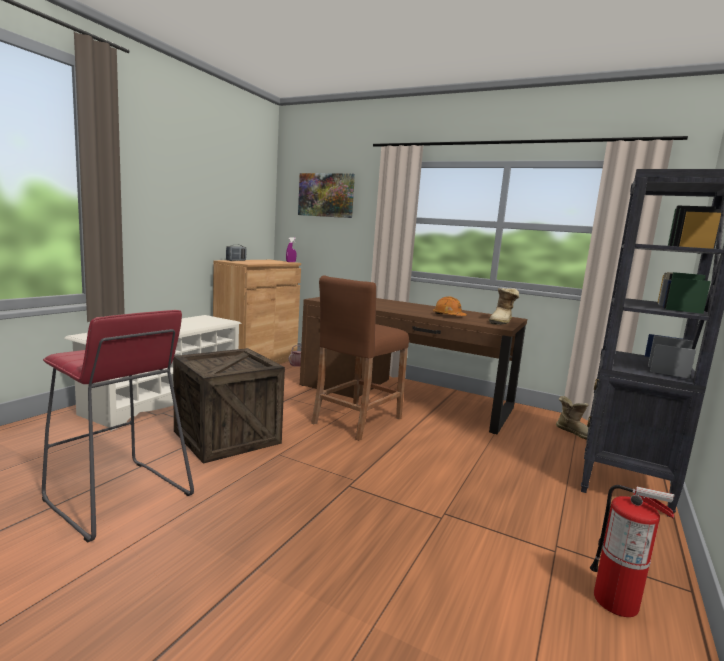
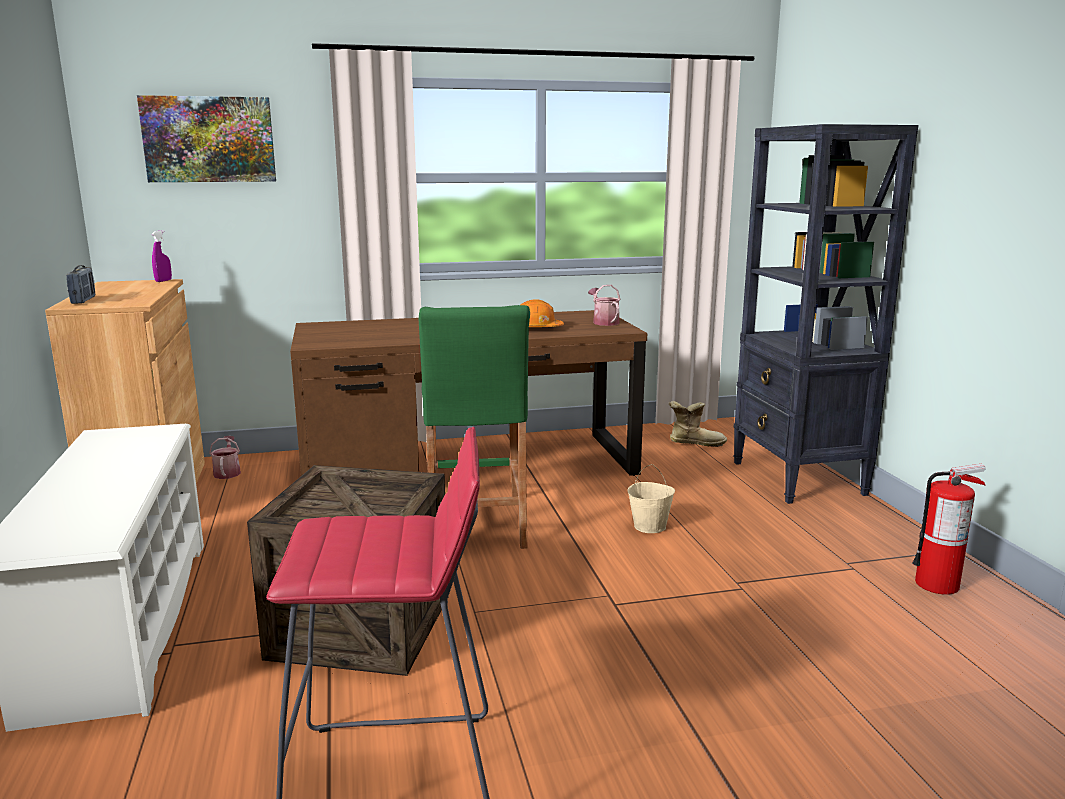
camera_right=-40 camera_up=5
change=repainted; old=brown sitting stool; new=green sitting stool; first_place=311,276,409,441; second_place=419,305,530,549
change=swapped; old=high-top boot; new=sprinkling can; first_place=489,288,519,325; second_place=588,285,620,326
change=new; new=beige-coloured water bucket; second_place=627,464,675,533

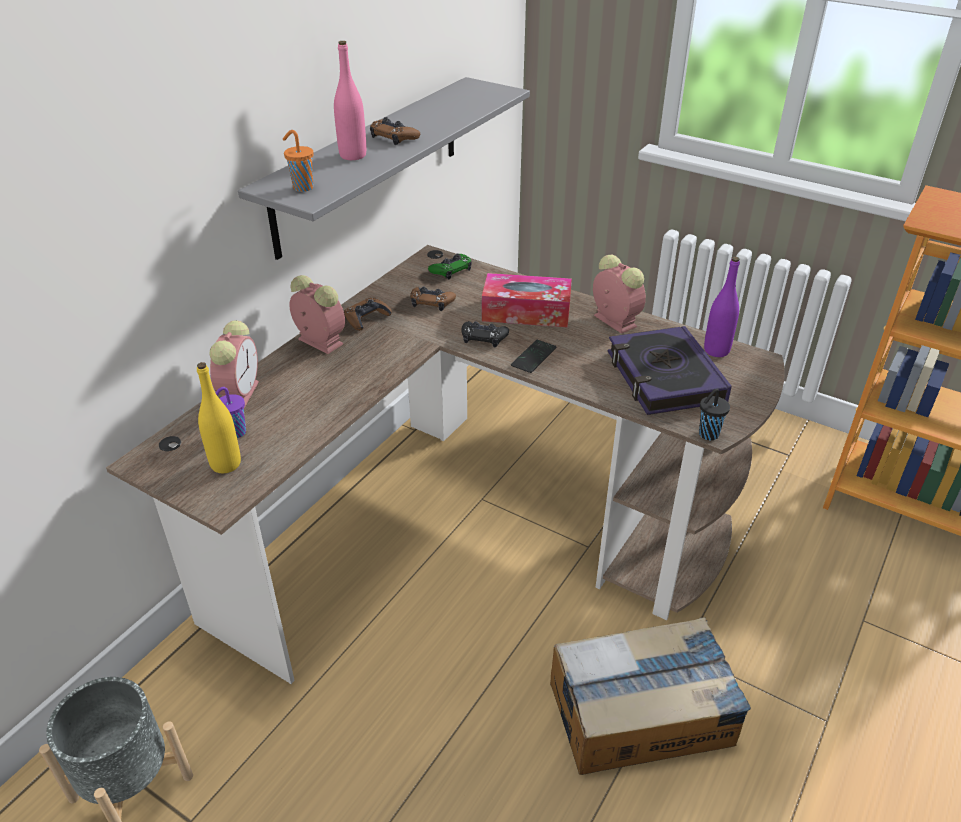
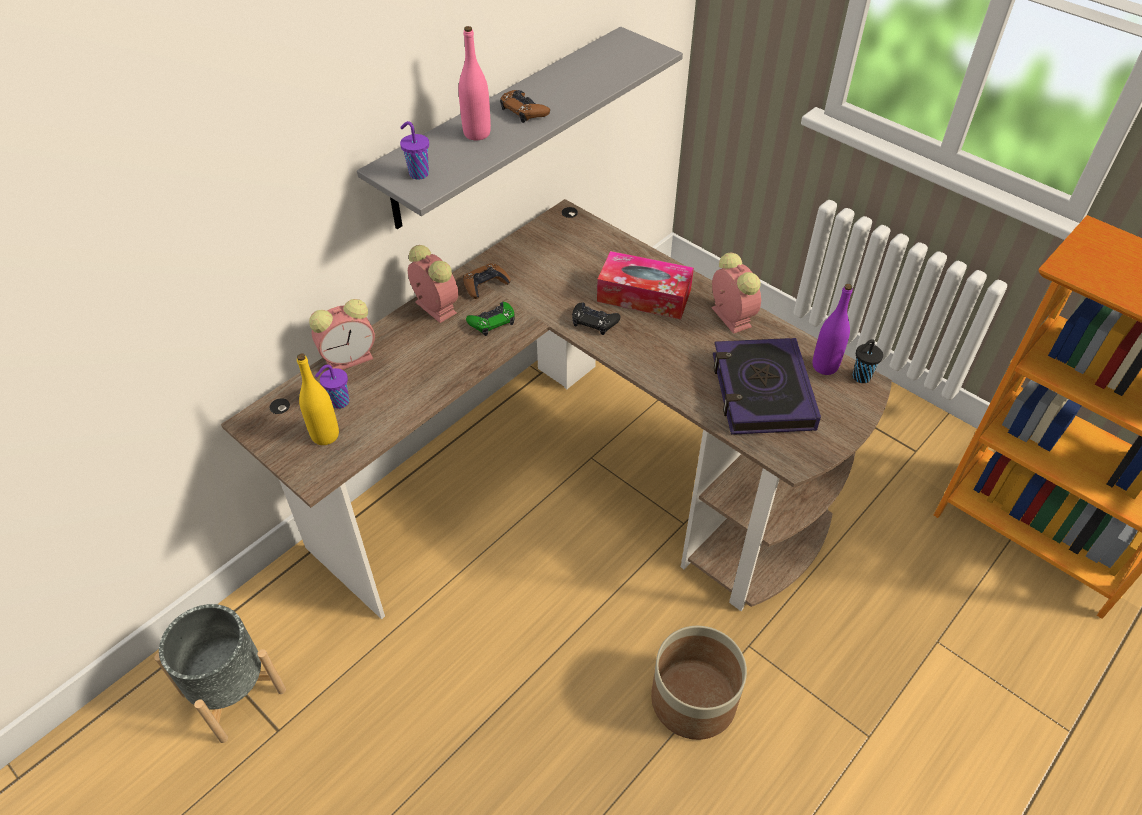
camera_right=10 camera_up=10
change=rotated; old=alarm clock; first_place=210,320,259,408; second_place=309,299,375,370; degrees=45
change=repainted; old=orangey small cup; new=purplish small cup; first_place=283,130,314,192; second_place=400,121,429,180
change=gone; old=brown game controller; first_place=410,287,456,311
change=shifted; old=green game controller; first_place=428,254,472,279; second_place=466,302,515,336
change=gone; old=handset; first_place=511,340,557,373
change=swapped; old=packing box; new=planter; first_place=550,617,751,775; second_place=651,626,747,740
change=shifted; old=black small cup; first_place=699,388,730,441; second_place=853,339,883,383

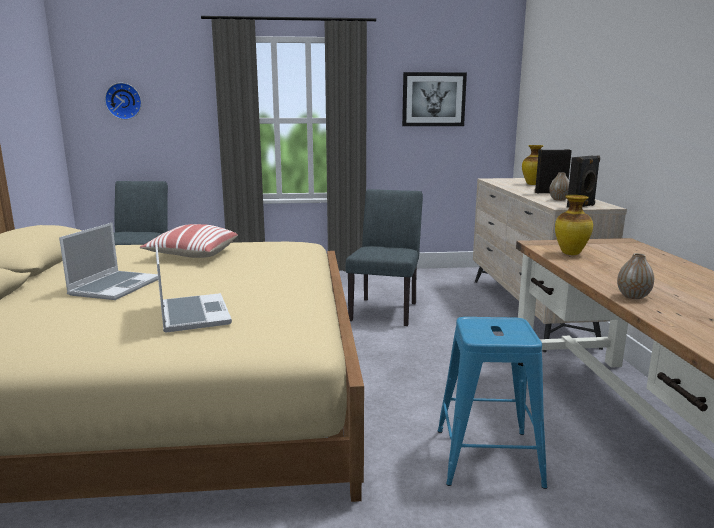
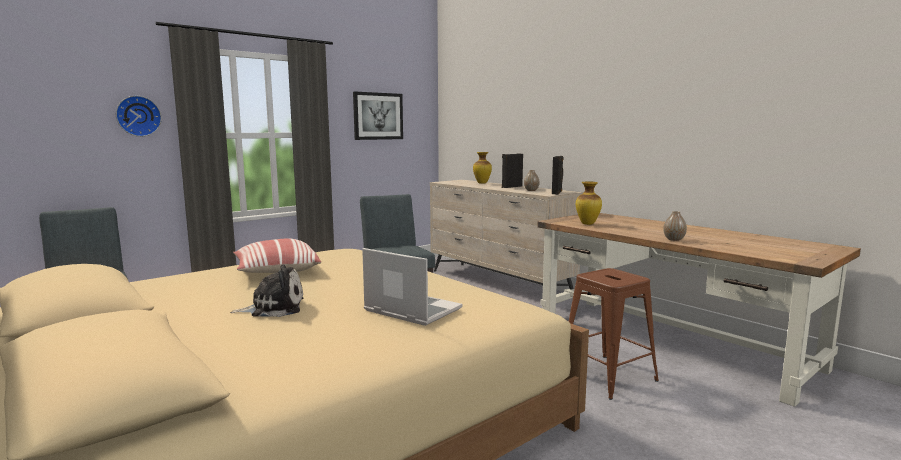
camera_right=-35 camera_up=-5
change=swapped; old=laptop; new=cuddly toy; first_place=59,223,158,300; second_place=230,264,303,317
change=shifted; old=wall clock; first_place=105,83,142,120; second_place=116,96,162,137
change=repainted; old=bluish sitting stool; new=brown sitting stool; first_place=438,317,547,489; second_place=568,268,659,400

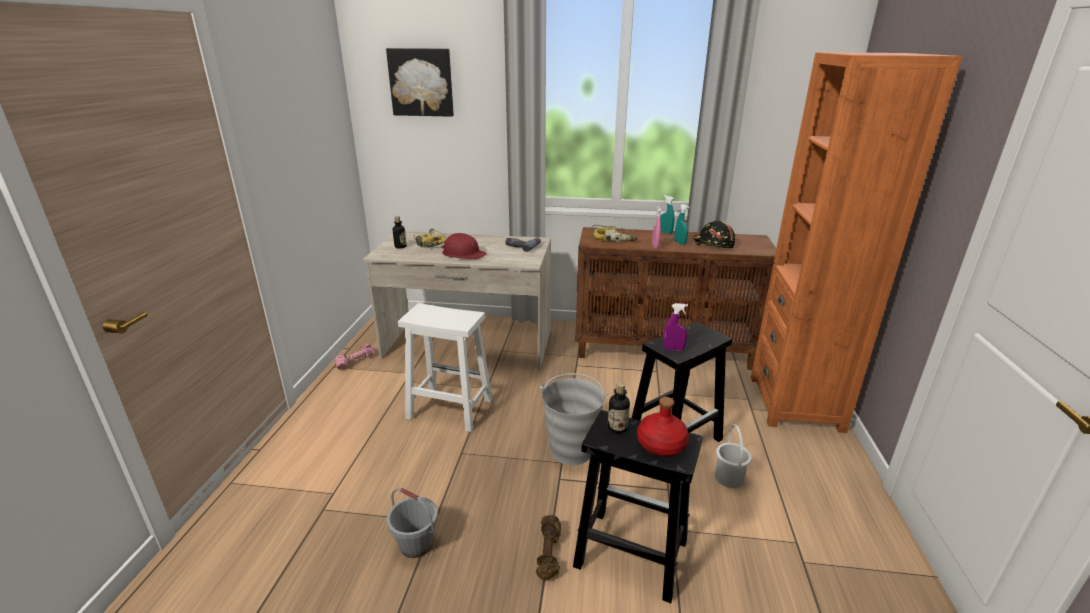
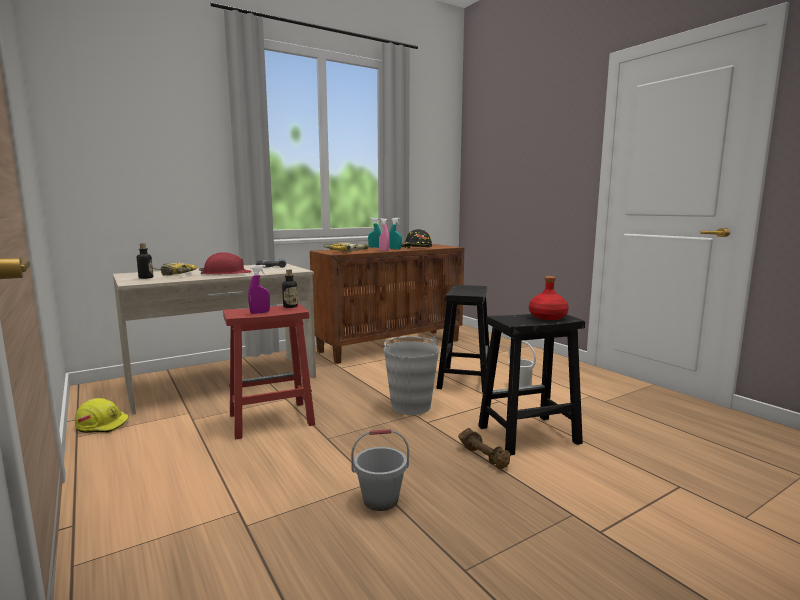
camera_right=-40 camera_up=-15
change=swapped; old=pink-coloured free weight; new=yellowish hard hat; first_place=335,344,375,370; second_place=75,398,129,433
change=gone; old=picture; first_place=386,48,454,117
change=repainted; old=whitish sitting stool; new=red sitting stool; first_place=398,303,492,432; second_place=223,304,315,439
change=shifted; old=drink bottle; first_place=608,382,630,434; second_place=282,270,298,308
change=shifted; old=purplish sprayer; first_place=663,303,688,351; second_place=248,265,270,314
change=gone; old=orangey bookshelf; first_place=751,52,962,433

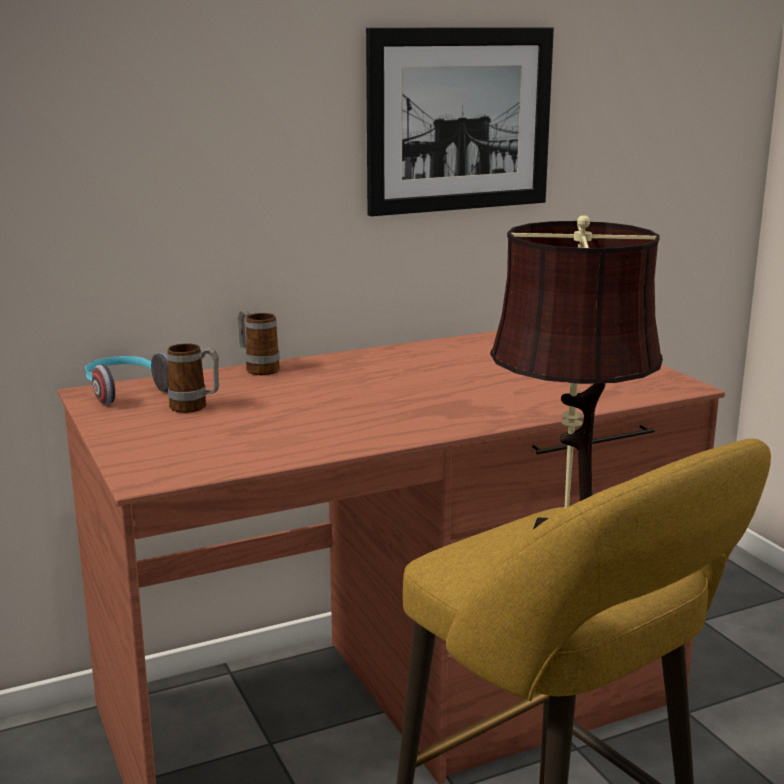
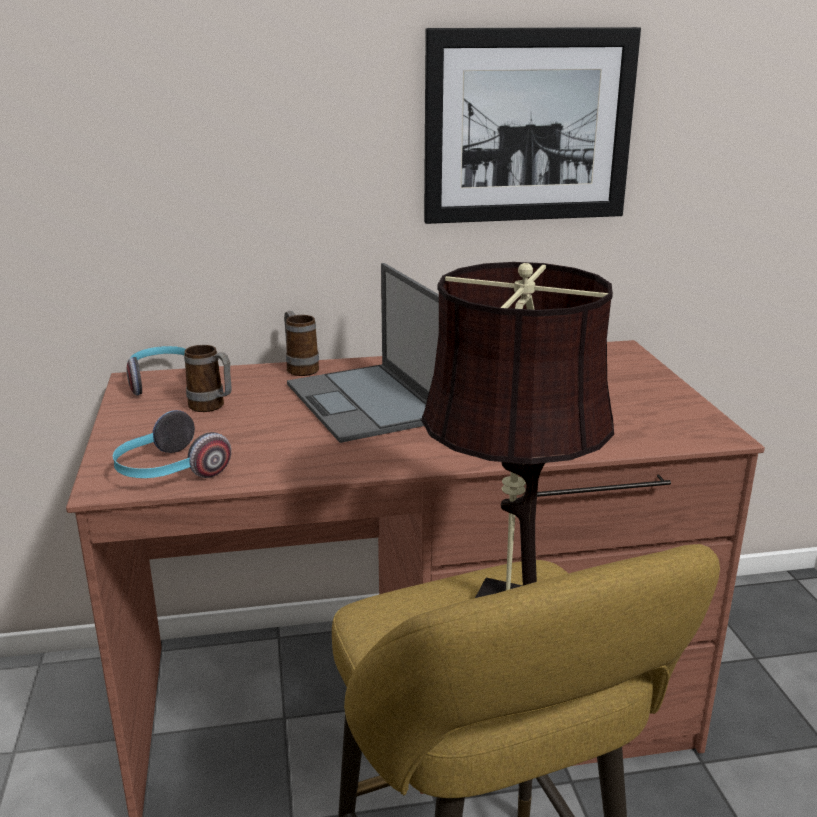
camera_right=15 camera_up=5
change=new; new=pair of headphones; second_place=113,410,231,478
change=new; new=laptop; second_place=287,263,439,443

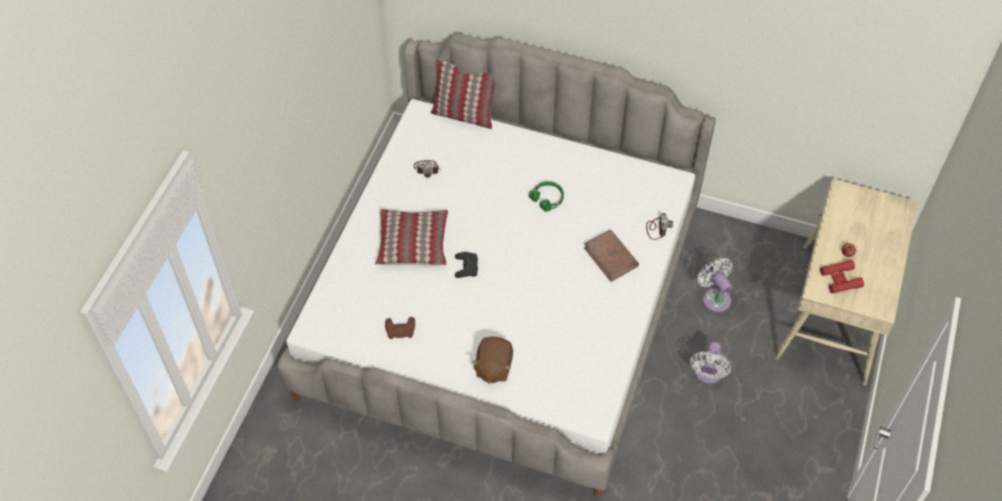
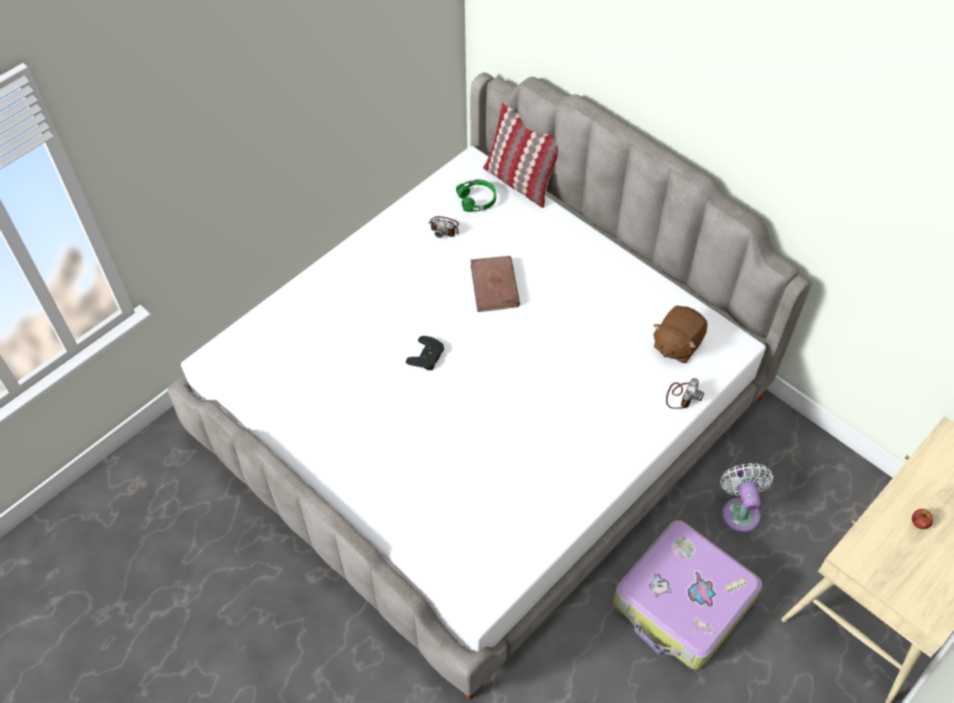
camera_right=25 camera_up=0
change=gone; old=pillow; first_place=375,209,448,265
change=gone; old=brown game controller; first_place=385,317,415,339
change=shifted; old=brown cuddly toy; first_place=472,336,513,384; second_place=653,306,707,363
change=shifted; old=green pair of headphones; first_place=529,181,564,212; second_place=456,180,496,212
change=shifted; old=brown book; first_place=584,230,639,282; second_place=471,256,520,312
change=swapped; old=whitish cooling fan; new=travel case; first_place=690,342,731,384; second_place=613,520,762,670
change=gone; old=red pair of binoculars; first_place=820,260,864,294

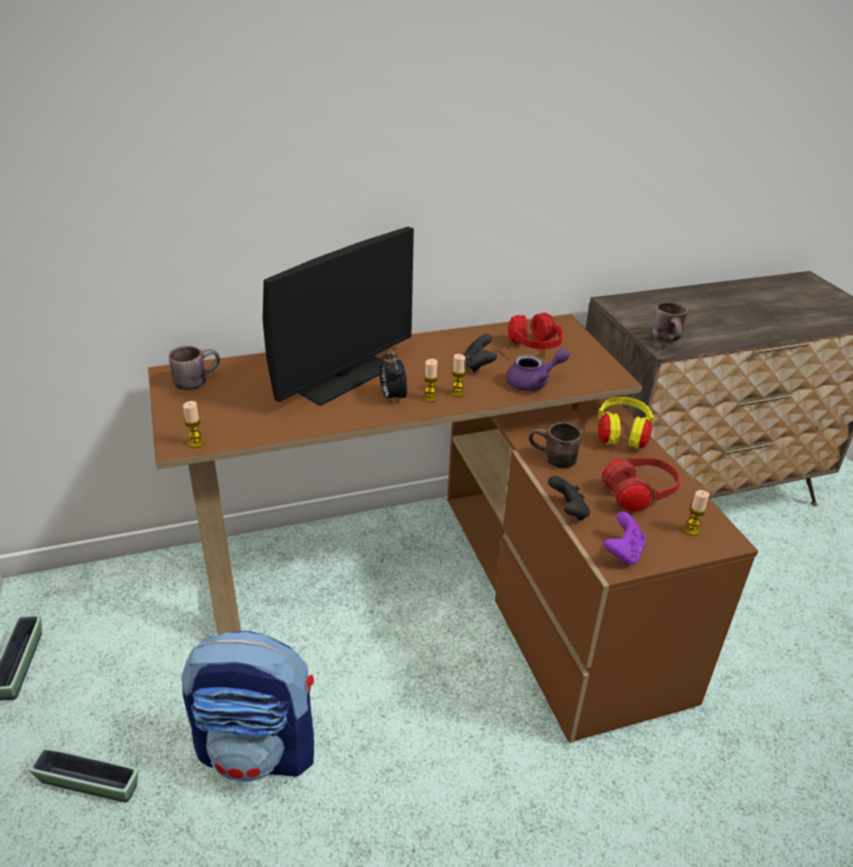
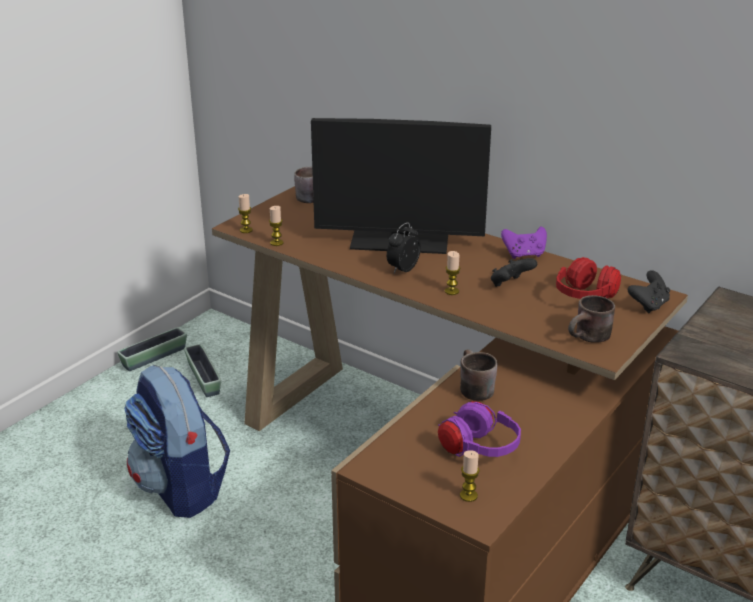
camera_right=55 camera_up=-5
change=shifted; old=planter; first_place=29,747,138,803; second_place=184,344,221,397
change=shifted; old=wax light; first_place=423,359,438,402; second_place=269,206,284,246
change=gone; old=purplish teapot; first_place=506,348,570,391
change=shifted; old=black game controller; first_place=548,476,590,521; second_place=628,270,670,313
change=gone; old=yellowish pair of headphones; first_place=598,397,654,449
change=repainted; old=red pair of headphones; new=purplish pair of headphones; first_place=601,456,680,512; second_place=438,401,521,457
change=shifted; old=purplish game controller; first_place=603,512,646,566; second_place=501,227,547,259
change=shifted; old=brown mug; first_place=652,302,688,342; second_place=568,295,615,343

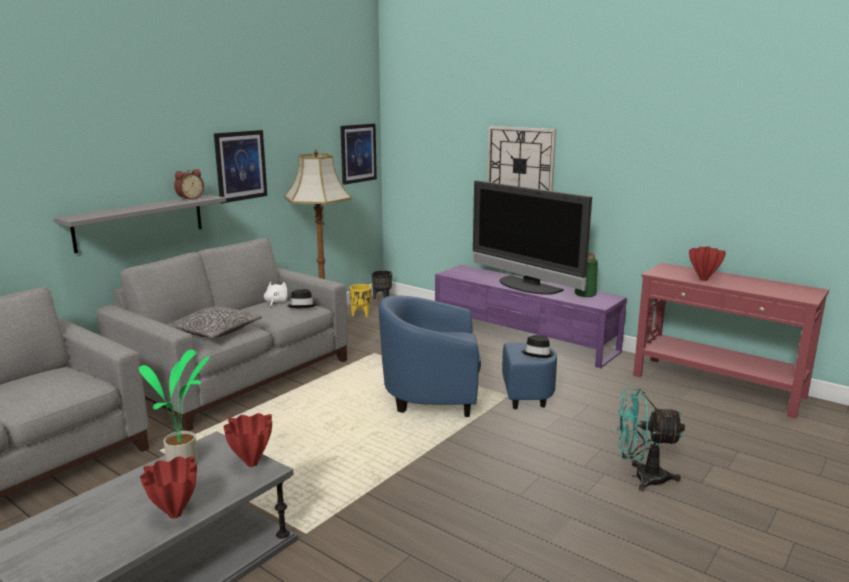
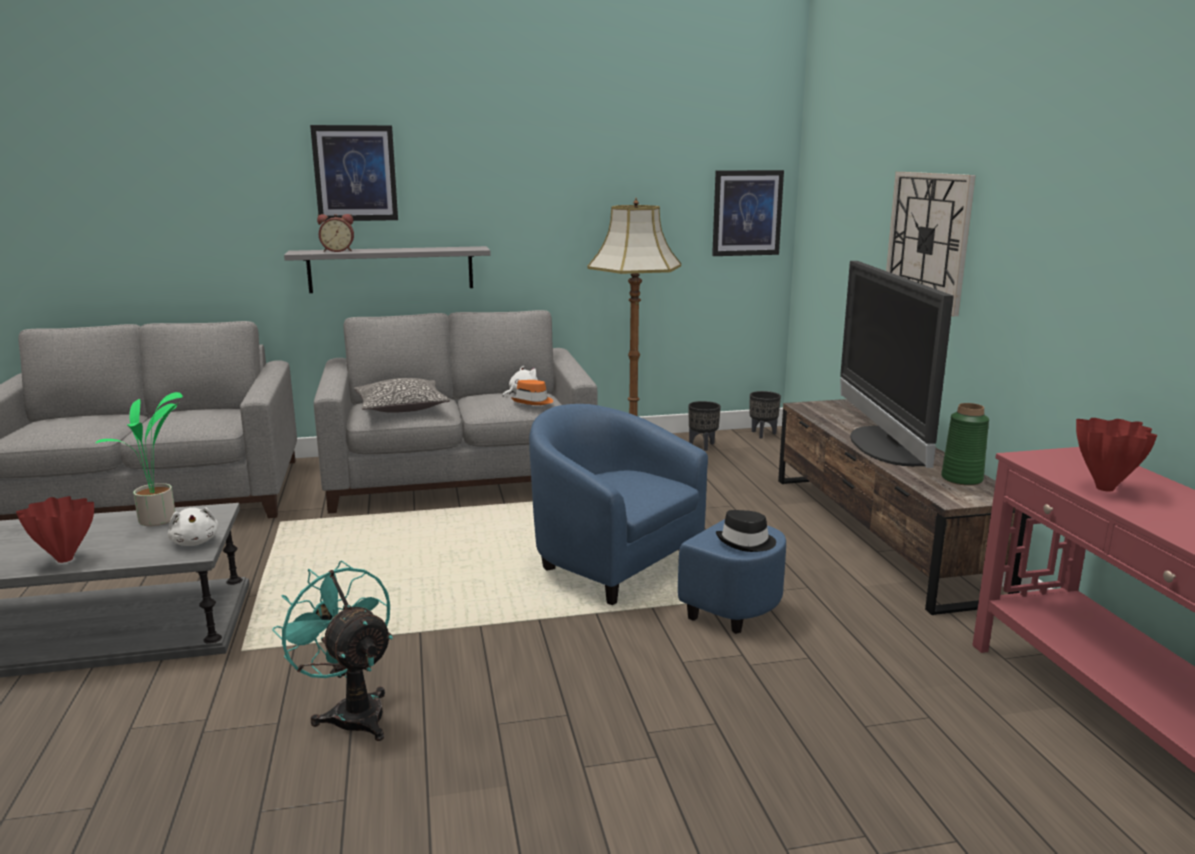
camera_right=40 camera_up=0
change=shifted; old=alarm clock; first_place=174,169,204,200; second_place=317,214,354,252
change=shifted; old=picture; first_place=214,130,267,203; second_place=310,125,398,221
change=swapped; old=red vase; new=whitish cuddly toy; first_place=223,413,272,467; second_place=168,508,219,546
change=repainted; old=black wearable hat; new=orangey wearable hat; first_place=287,289,317,308; second_place=512,380,553,405
change=repainted; old=yellowish planter; new=black planter; first_place=349,284,372,317; second_place=688,401,721,451
change=repainted; old=purplish tv unit; new=brown tv unit; first_place=435,265,627,368; second_place=778,399,1031,615
change=shifted; old=turquoise cooling fan; first_place=617,388,685,491; second_place=272,560,393,741

